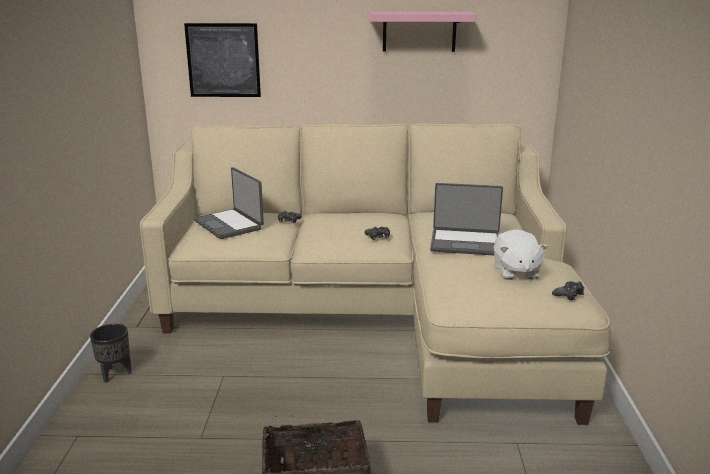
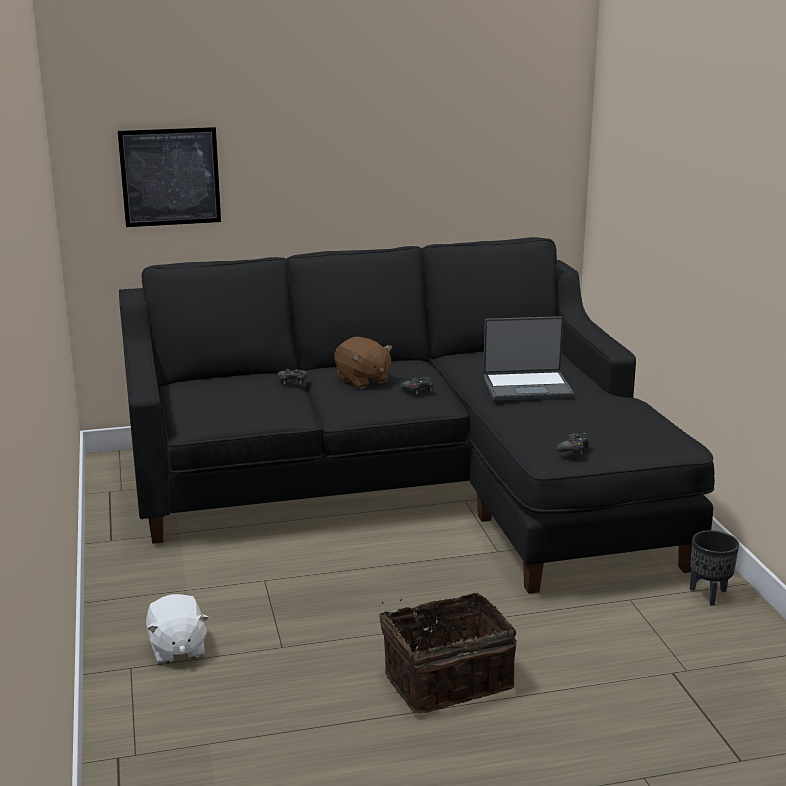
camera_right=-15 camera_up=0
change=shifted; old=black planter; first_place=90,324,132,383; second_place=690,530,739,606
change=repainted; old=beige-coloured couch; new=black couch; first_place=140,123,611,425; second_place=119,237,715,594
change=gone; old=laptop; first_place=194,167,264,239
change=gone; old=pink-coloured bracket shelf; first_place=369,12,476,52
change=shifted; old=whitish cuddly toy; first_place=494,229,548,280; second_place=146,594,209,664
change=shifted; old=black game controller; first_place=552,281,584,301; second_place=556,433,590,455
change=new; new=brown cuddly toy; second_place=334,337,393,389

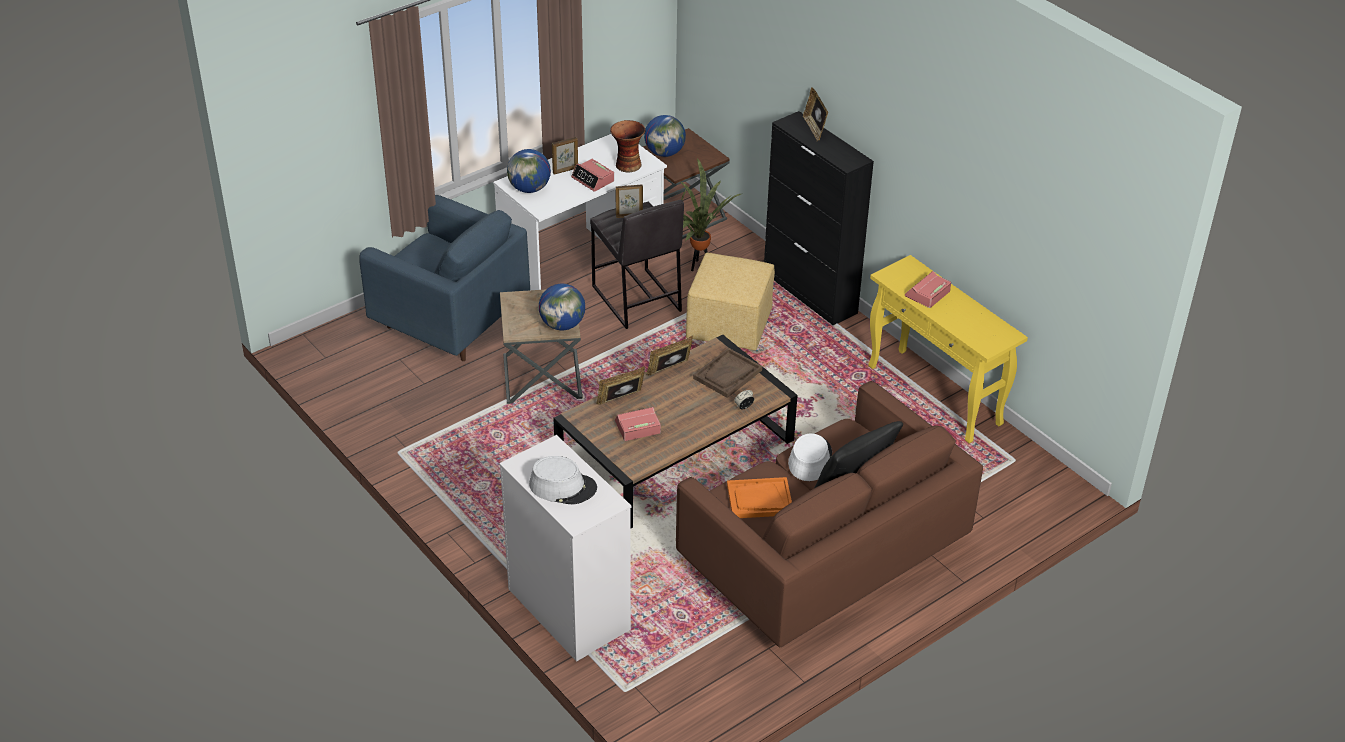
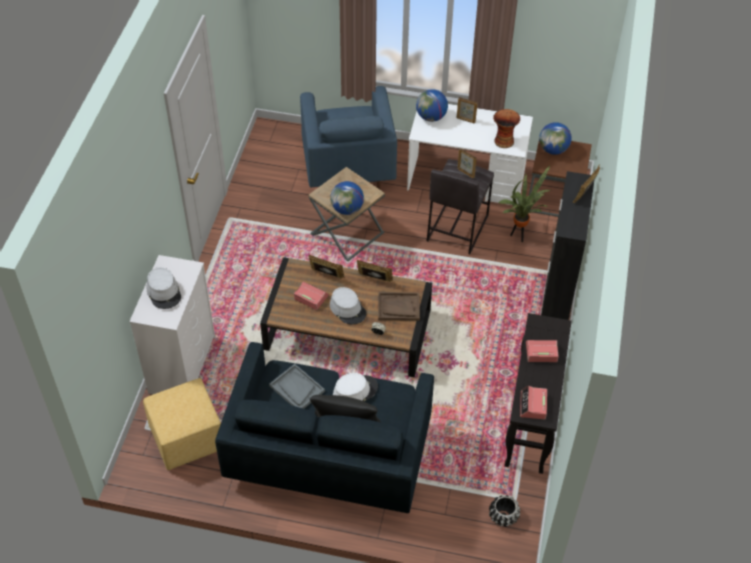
camera_right=50 camera_up=10
change=shifted; old=alarm clock; first_place=571,159,614,192; second_place=520,386,547,419
change=repainted; old=brown couch; new=bluish couch; first_place=676,381,983,647; second_place=215,342,434,513
change=shifted; old=yellowish pouffe; first_place=686,252,775,350; second_place=143,378,221,470
change=repainted; old=orangey carrying tray; new=grey carrying tray; first_place=727,477,792,518; second_place=269,364,325,409
change=repainted; old=yellowish console table; new=black console table; first_place=868,255,1028,444; second_place=504,313,572,474
change=new; new=grey wearable hat; second_place=330,287,366,324
change=new; new=black planter; second_place=489,495,520,527

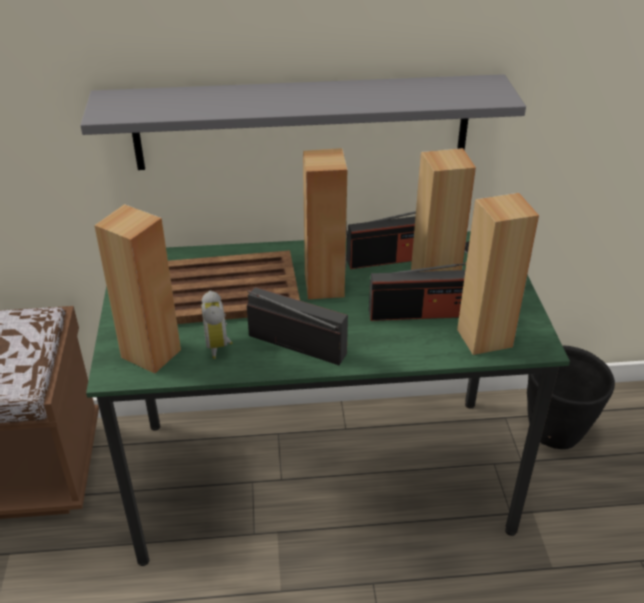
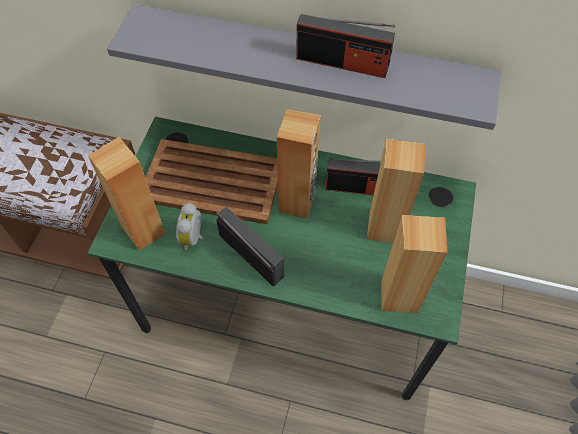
camera_right=20 camera_up=20
change=shifted; old=radio; first_place=369,263,466,321; second_place=296,14,395,78
change=gone; old=black planter; first_place=527,345,615,449

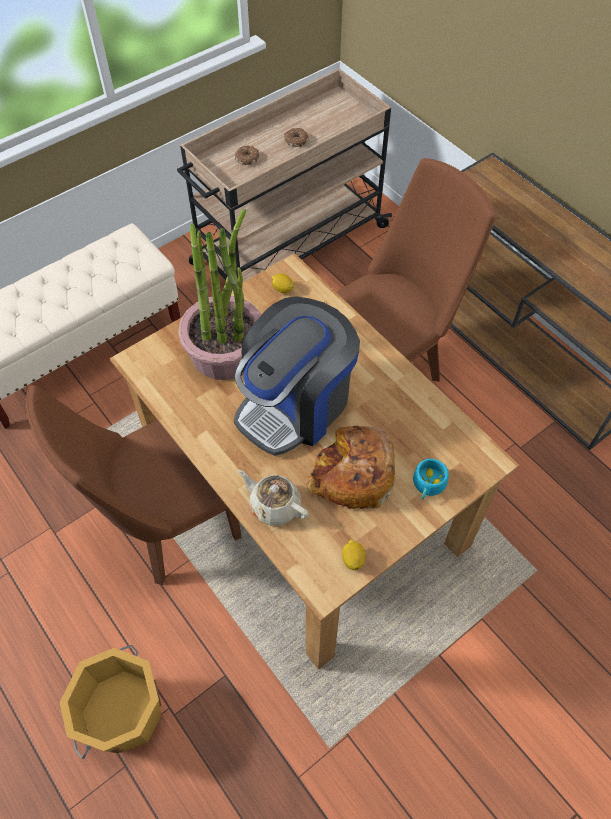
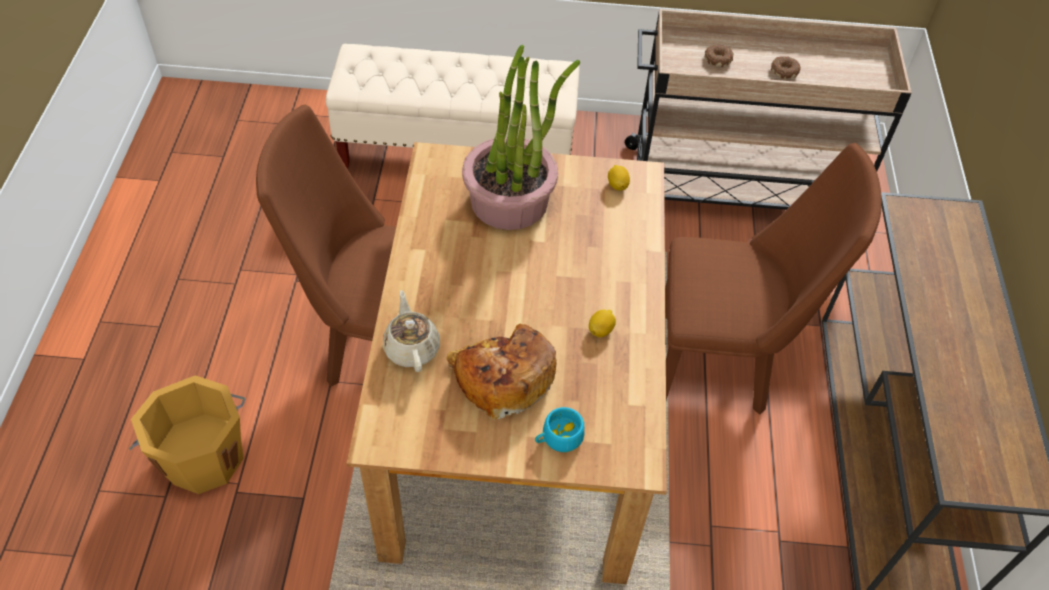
camera_right=40 camera_up=-5
change=gone; old=coffee machine; first_place=234,296,360,456
change=shifted; old=lemon; first_place=342,539,365,570; second_place=589,310,616,337

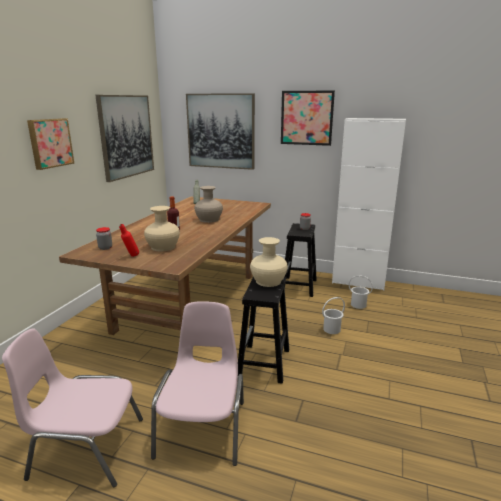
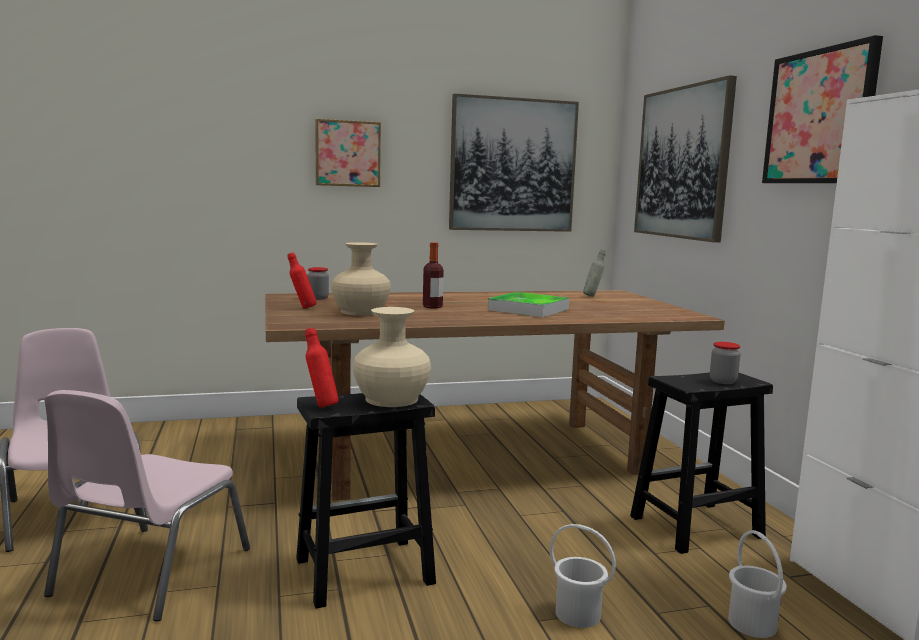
camera_right=55 camera_up=-10
change=rotated; old=pink-coloured plain chair; first_place=151,301,244,466; second_place=44,390,250,621; degrees=135
change=swapped; old=beige-coloured vase; new=carrying tray; first_place=194,186,223,223; second_place=488,292,570,317
change=new; new=red drink bottle; second_place=305,328,338,408

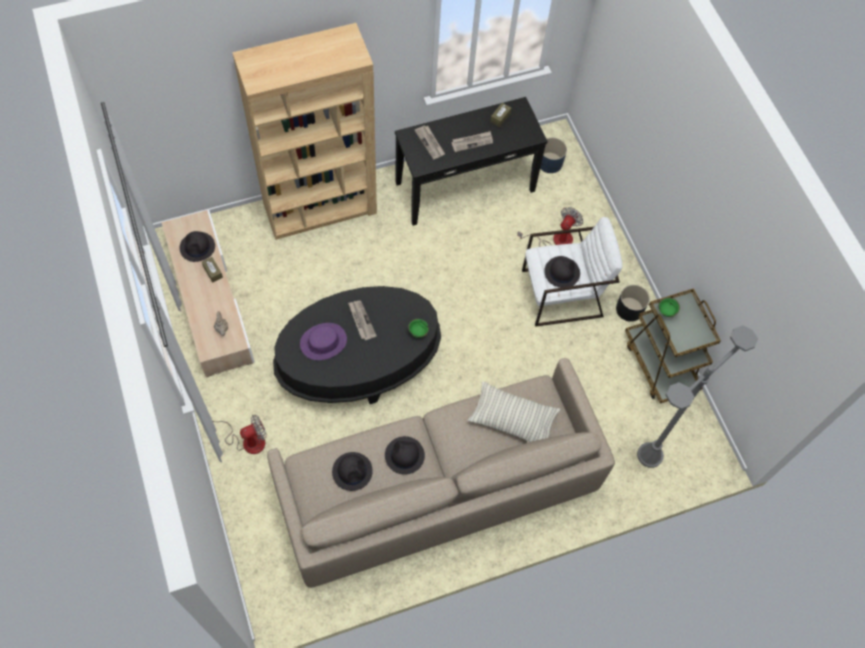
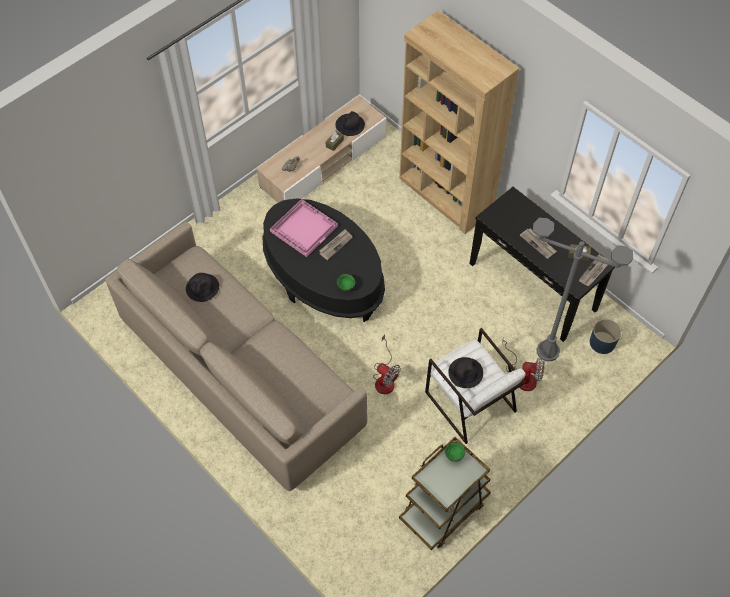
camera_right=70 camera_up=-5
change=shifted; old=cooling fan; first_place=213,415,267,454; second_place=373,335,401,394
change=swapped; old=purplish wearable hat; new=pink-coloured carrying tray; first_place=300,323,347,360; second_place=270,199,338,257
change=gone; old=black wearable hat; first_place=385,436,425,475
change=shifted; old=printed paper; first_place=414,126,445,160; second_place=579,255,609,286
change=gone; old=pillow; first_place=468,381,561,442
change=gone; old=black planter; first_place=616,285,650,322
change=shifted; old=grey standing lamp; first_place=637,325,758,468; second_place=533,218,633,361

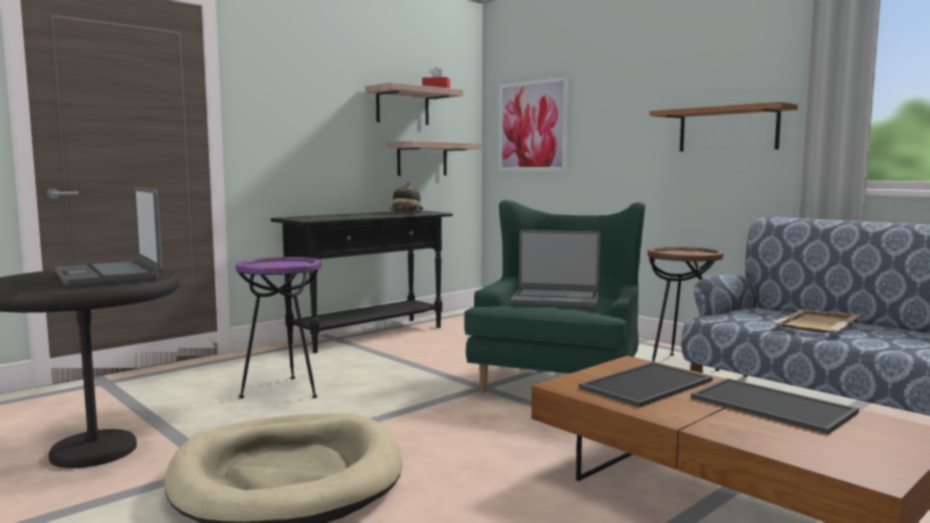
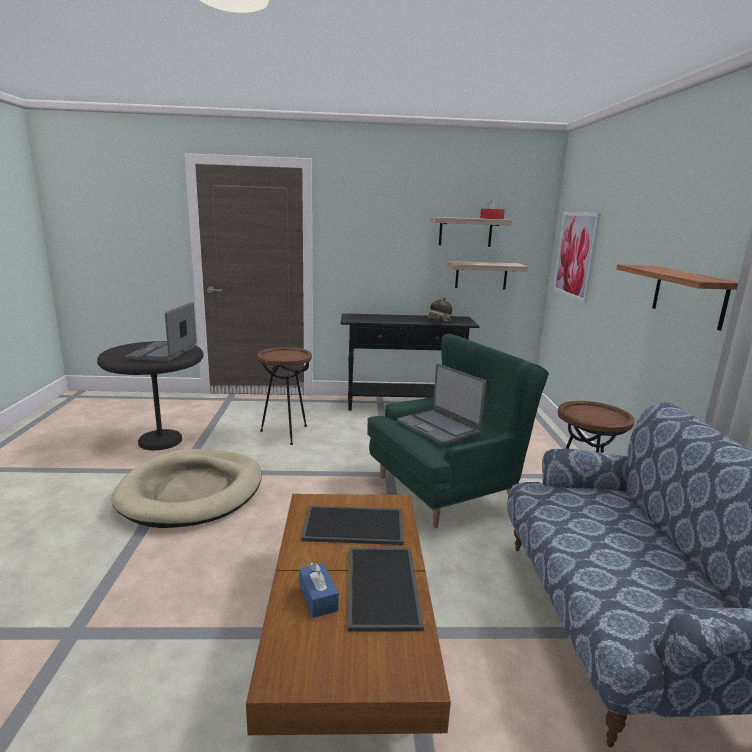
camera_right=40 camera_up=10
change=repainted; old=purplish accent table; new=brown accent table; first_place=235,257,321,398; second_place=257,347,312,445
change=gone; old=beige-coloured carrying tray; first_place=773,309,861,333
change=new; new=bluish tissue holder; second_place=299,563,339,618

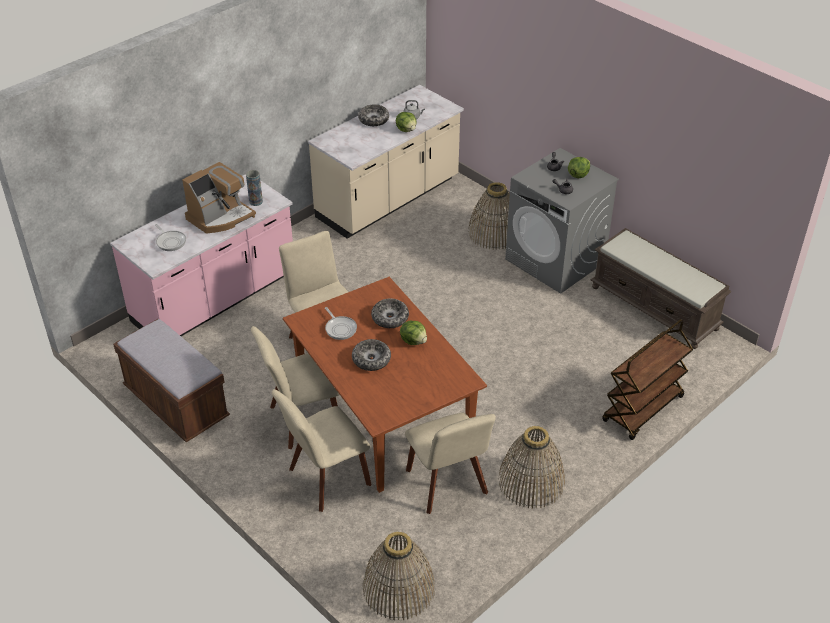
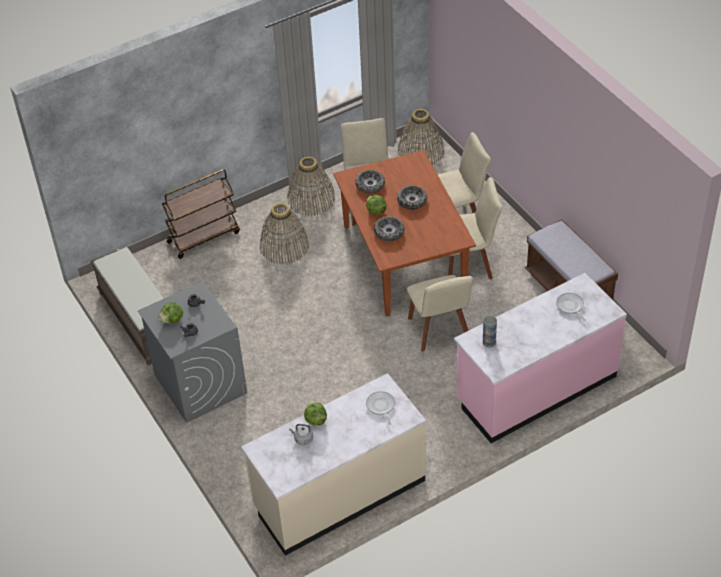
camera_right=-165 camera_up=5
change=gone; old=coffee machine; first_place=182,162,256,234
change=shifted; old=frying pan; first_place=325,307,357,340; second_place=366,391,395,425
change=shifted; old=deep dish; first_place=358,104,389,126; second_place=355,170,385,194
change=shifted; old=household basket; first_place=468,182,510,250; second_place=260,203,309,264

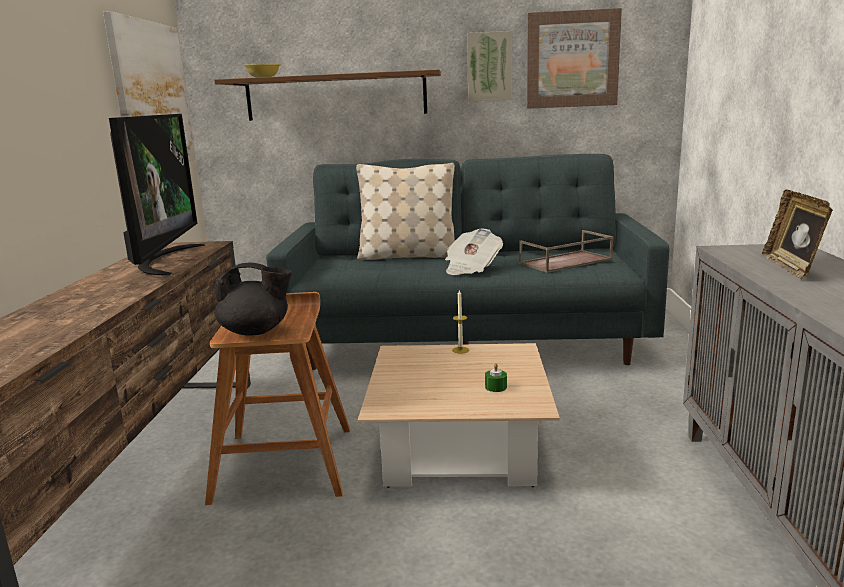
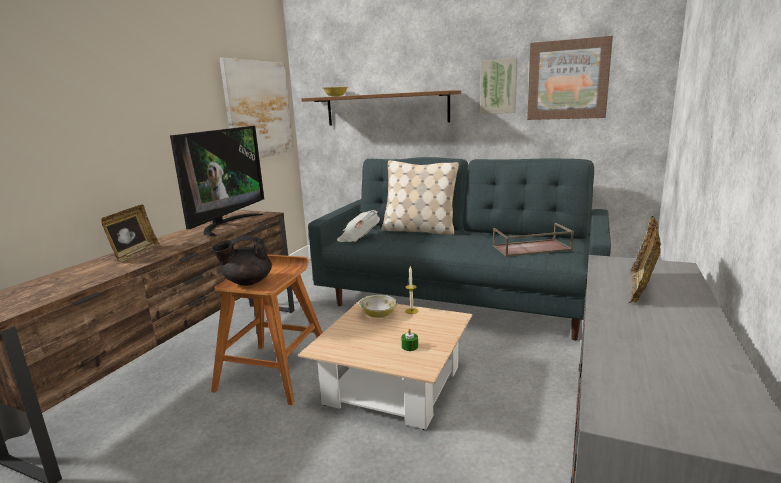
camera_right=20 camera_up=0
change=rotated; old=black teapot; first_place=215,262,292,336; second_place=212,236,272,286; degrees=135
change=shifted; old=printed paper; first_place=445,228,503,275; second_place=337,210,380,242
change=new; new=photo frame; second_place=101,204,160,262
change=new; new=deep dish; second_place=359,295,398,318

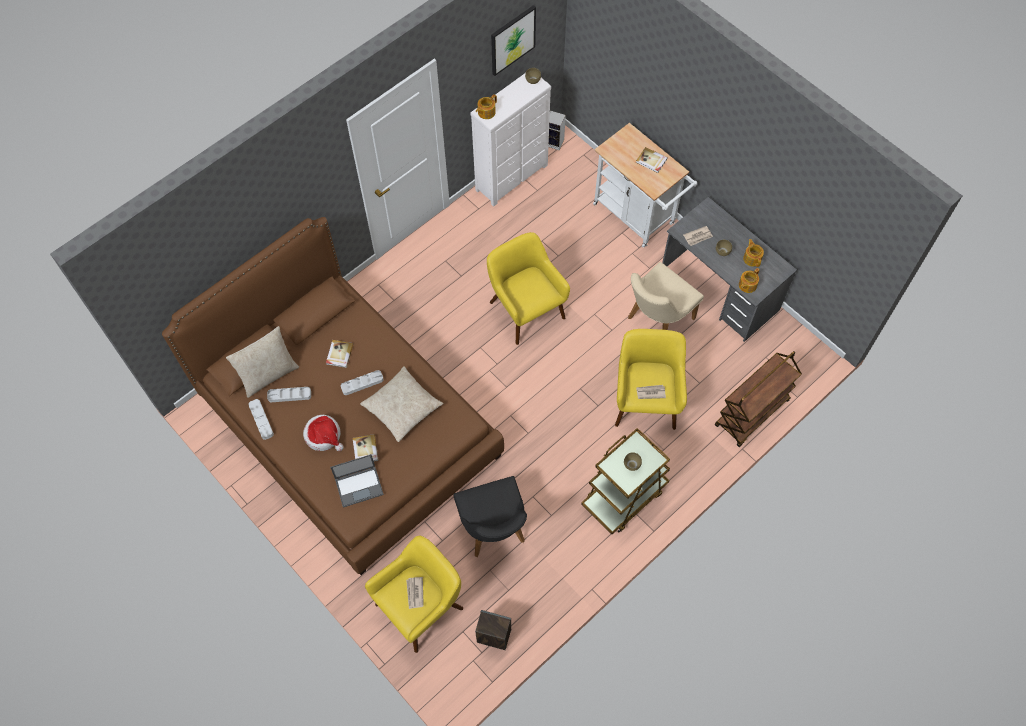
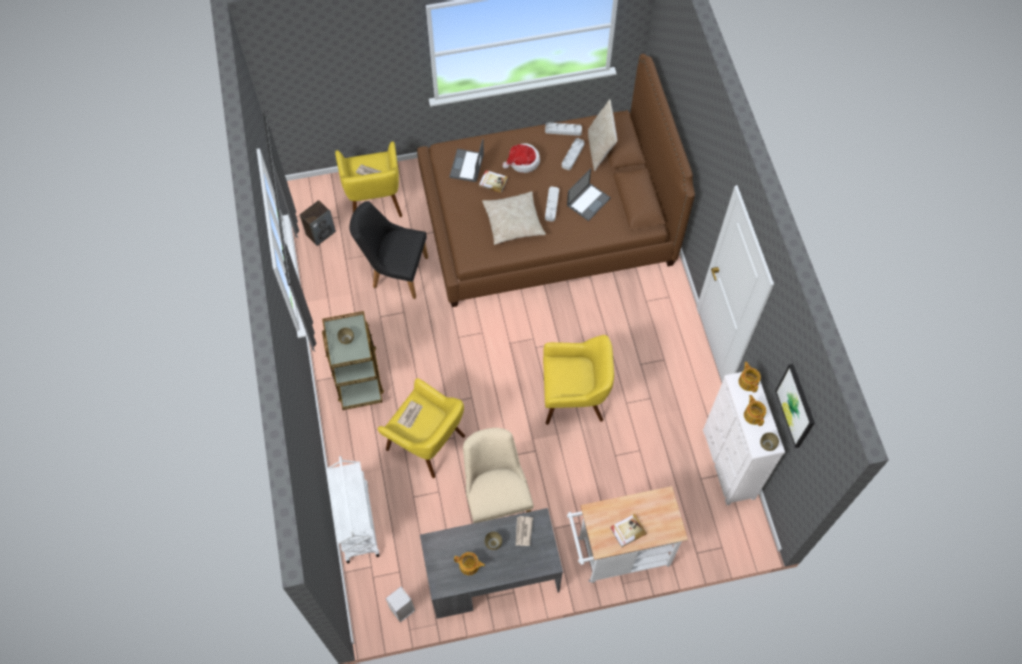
camera_right=120 camera_up=0
change=swapped; old=book; new=laptop; first_place=326,340,353,368; second_place=567,169,611,221
change=shifted; old=audio speaker; first_place=548,110,566,150; second_place=385,586,415,623
change=repainted; old=brown cart; new=whitish cart; first_place=715,351,802,447; second_place=327,456,379,564
change=shifted; old=teapot; first_place=739,268,760,293; second_place=744,395,766,426

